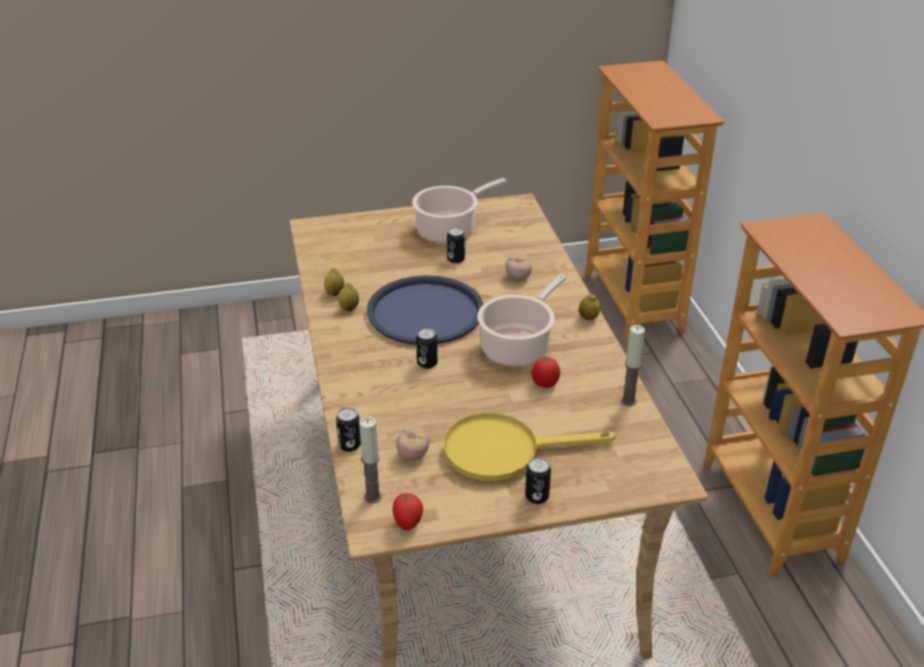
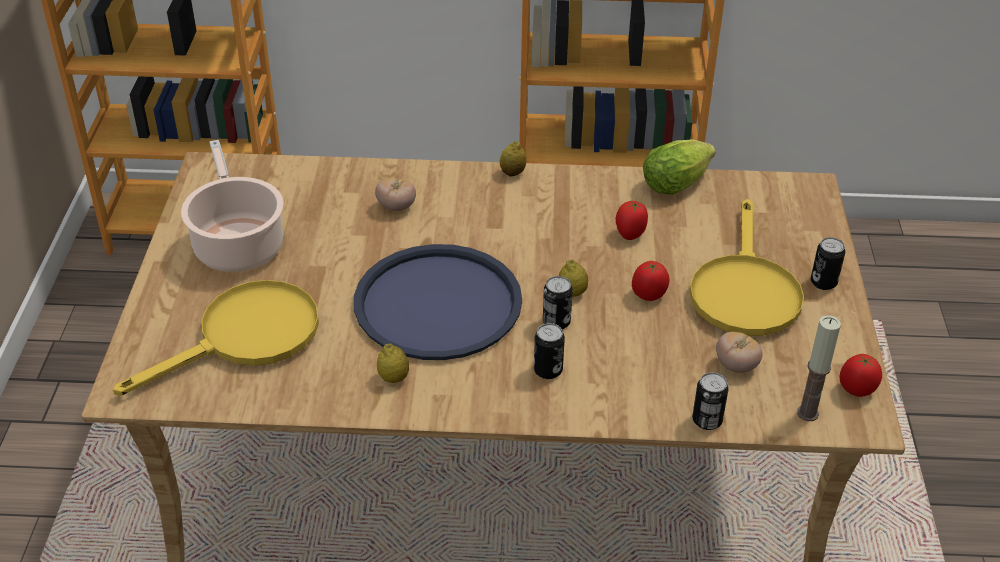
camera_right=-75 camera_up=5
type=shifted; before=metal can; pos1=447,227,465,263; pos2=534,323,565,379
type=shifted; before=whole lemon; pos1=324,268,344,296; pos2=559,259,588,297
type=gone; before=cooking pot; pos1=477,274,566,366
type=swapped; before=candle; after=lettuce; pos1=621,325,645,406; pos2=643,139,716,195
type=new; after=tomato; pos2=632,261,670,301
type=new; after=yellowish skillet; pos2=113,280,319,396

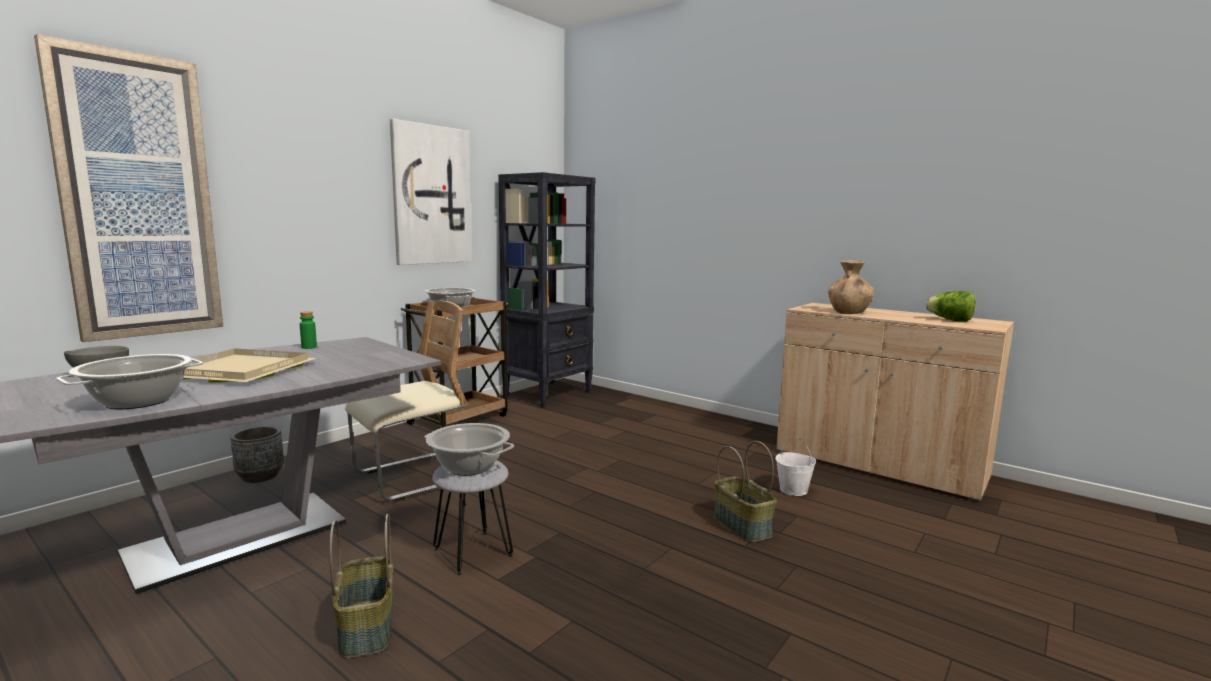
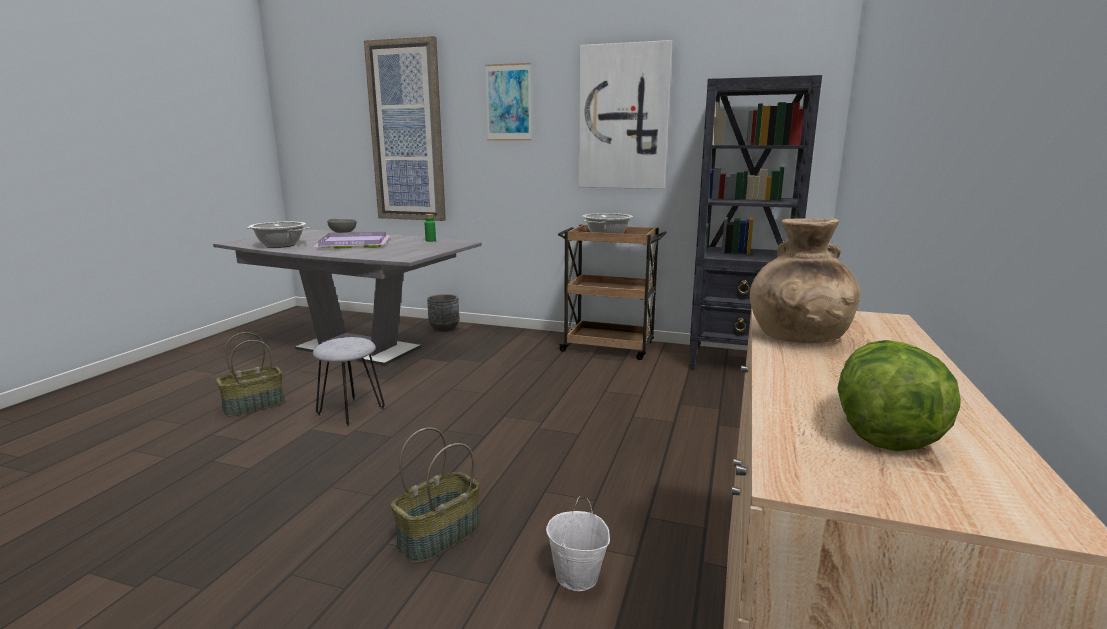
camera_right=70 camera_up=5
type=gone; before=sand-coloured chair; pos1=345,300,468,501
type=repainted; before=sand-coloured tray; after=purple tray; pos1=182,348,316,382; pos2=313,232,390,249
type=gone; before=cooking pot; pos1=424,423,514,476
type=new; after=wall art; pos2=485,63,531,141

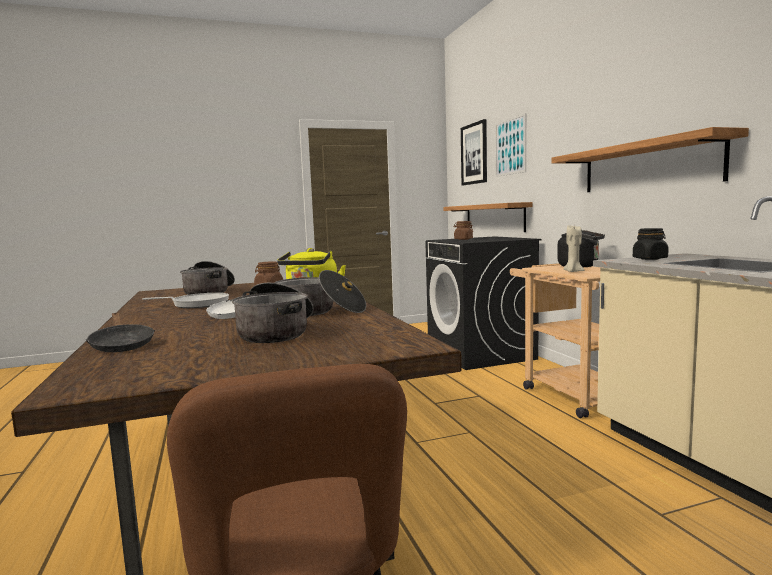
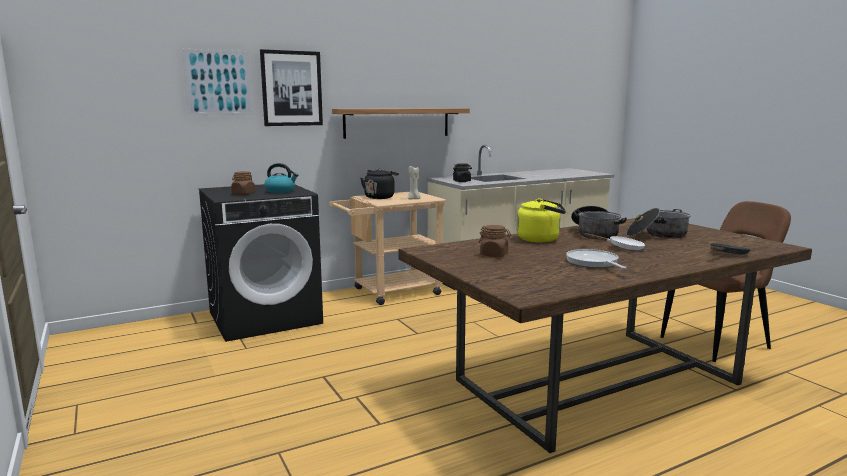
camera_right=-100 camera_up=5
type=shifted; before=wall art; pos1=461,119,487,185; pos2=260,49,323,126
type=gone; before=bracket shelf; pos1=443,202,533,232
type=gone; before=cooking pot; pos1=180,261,235,295
type=new; after=tea kettle; pos2=265,163,298,193

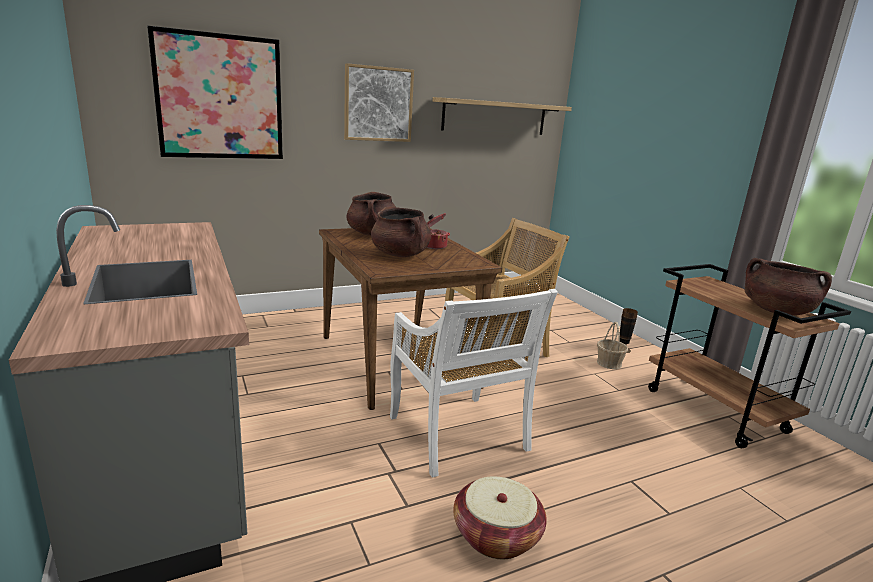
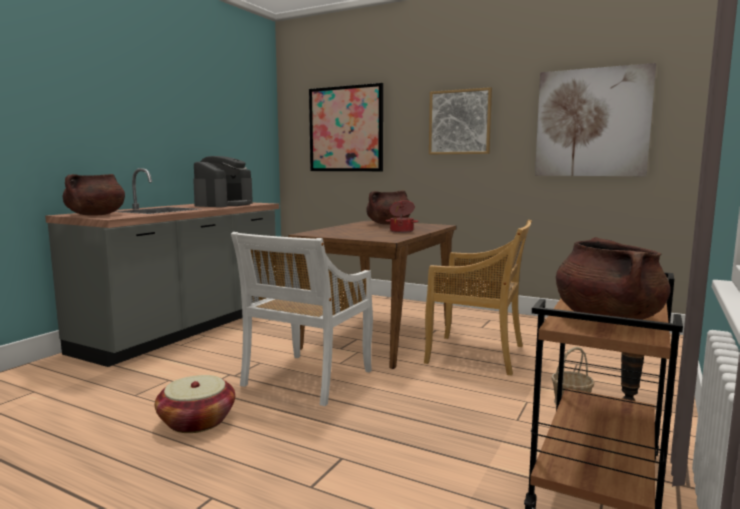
camera_right=55 camera_up=-10
type=swapped; before=bracket shelf; after=wall art; pos1=433,97,572,135; pos2=535,63,656,176
type=shifted; before=brownish cooking pot; pos1=371,207,431,258; pos2=63,174,125,216
type=new; after=coffee machine; pos2=193,156,253,207

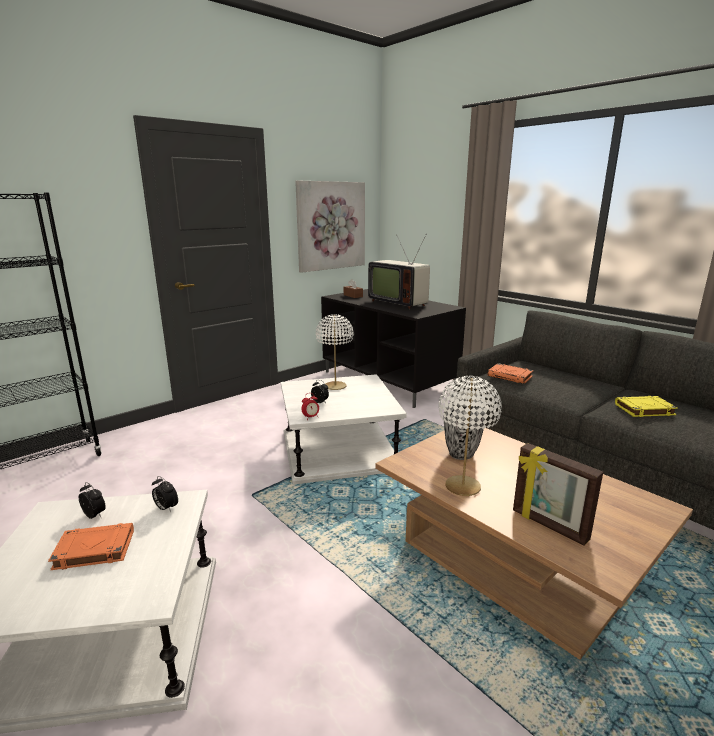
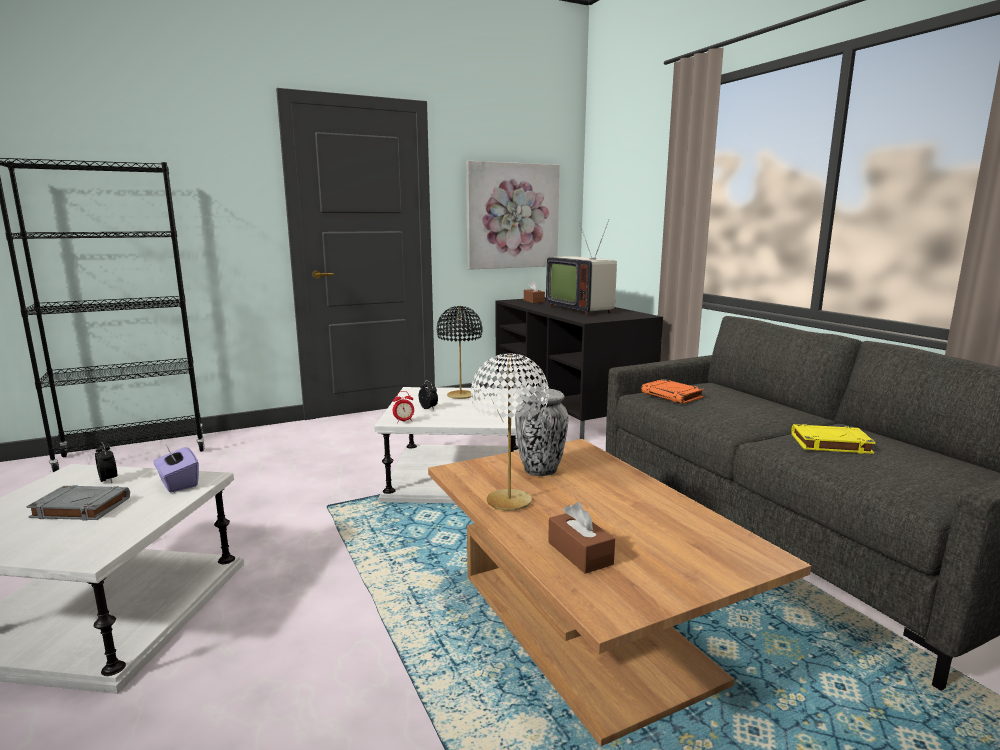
camera_right=15 camera_up=-5
type=repainted; before=white-coloured tabletop lamp; after=black tabletop lamp; pos1=316,314,353,390; pos2=437,306,483,399
type=swapped; before=picture frame; after=brownish tissue box; pos1=513,443,603,546; pos2=548,502,615,574
type=swapped; before=alarm clock; after=purple tissue box; pos1=152,476,178,512; pos2=154,445,199,492
type=repainted; before=orangey volume; after=greyish volume; pos1=48,523,134,570; pos2=26,485,130,521

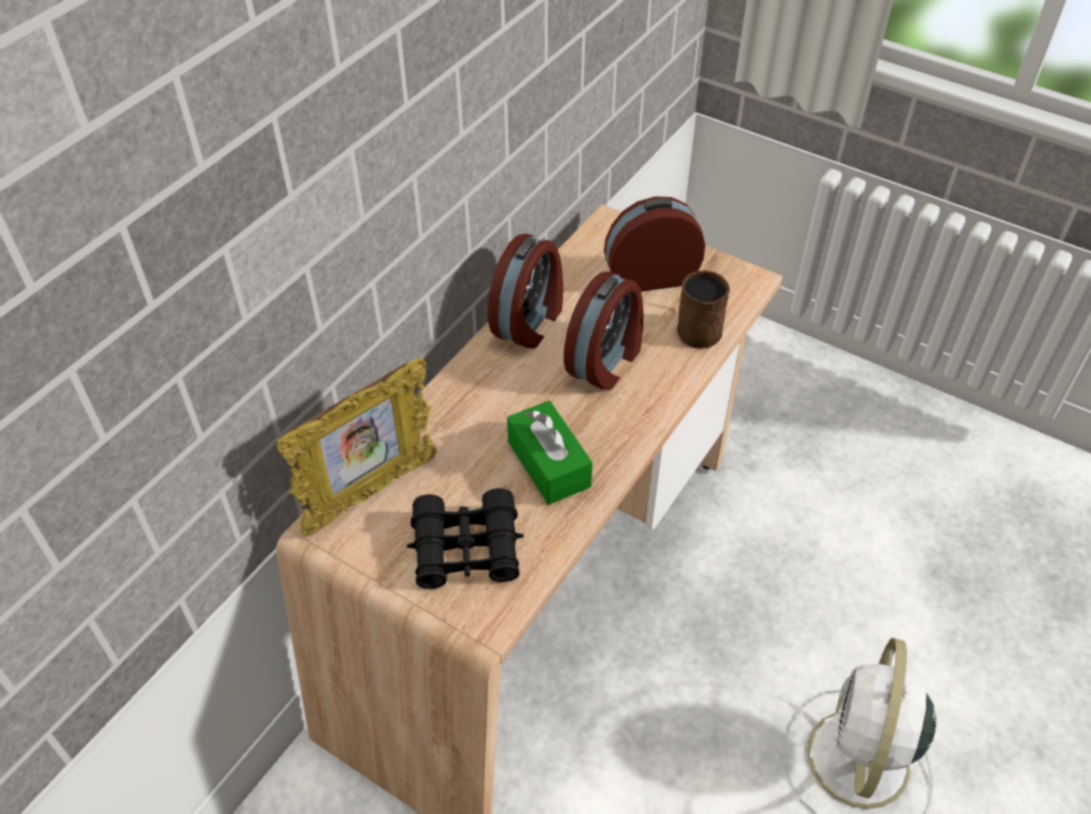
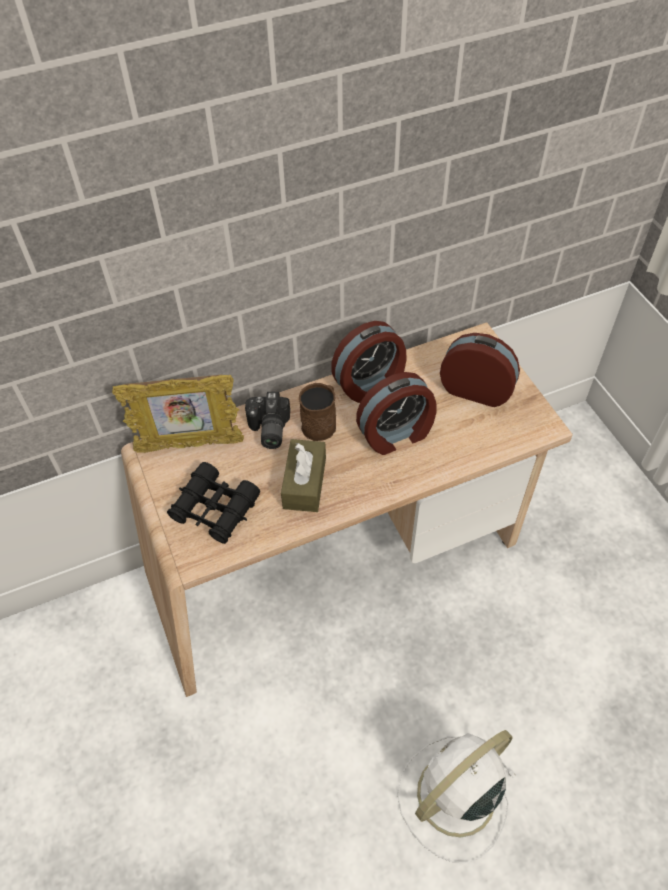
camera_right=35 camera_up=5
type=shifted; before=brownish mug; pos1=677,270,730,349; pos2=299,383,336,441
type=repainted; before=greenish tissue box; after=brownish tissue box; pos1=507,401,593,505; pos2=281,439,326,512
type=new; after=still camera; pos2=245,392,290,449

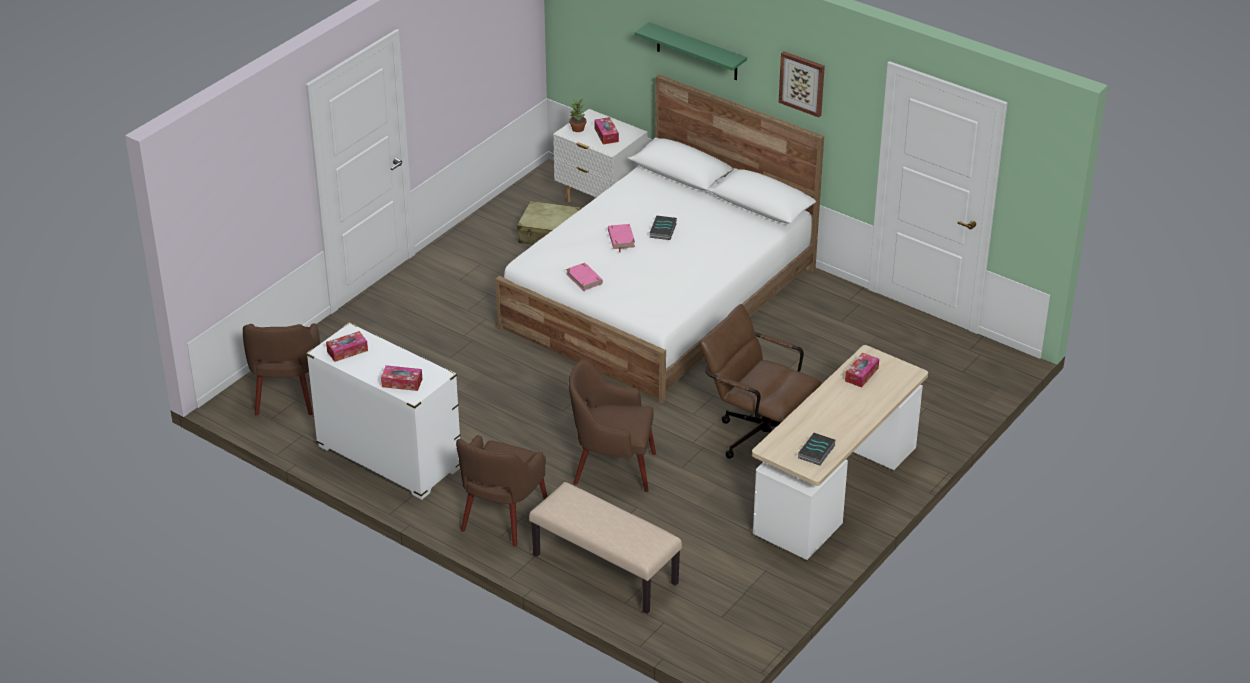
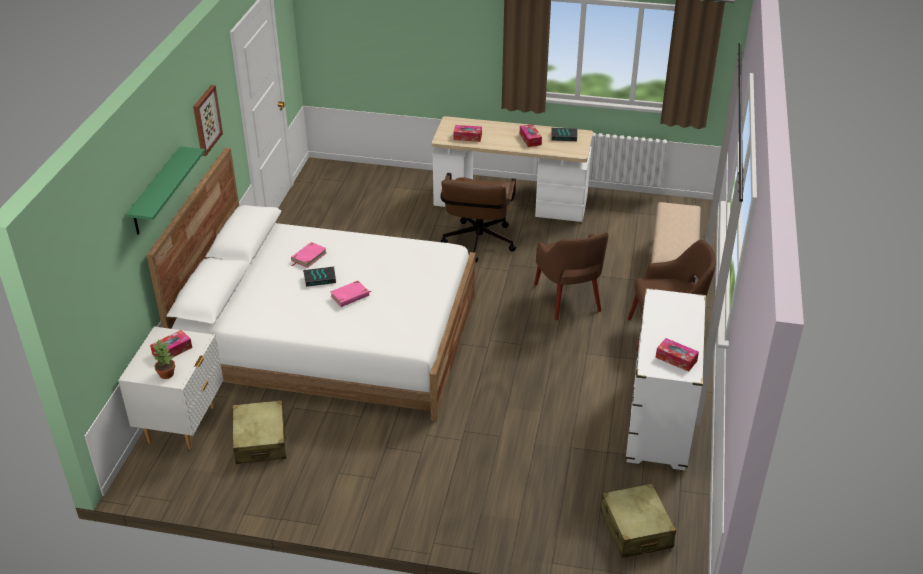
camera_right=-115 camera_up=0
type=shifted; before=pinkish volume; pos1=566,262,603,291; pos2=291,242,327,268
type=swapped; before=brownish armchair; after=sand-coloured suitcase; pos1=243,323,320,416; pos2=601,484,676,558
type=shifted; before=tissue box; pos1=381,365,422,391; pos2=520,124,542,147

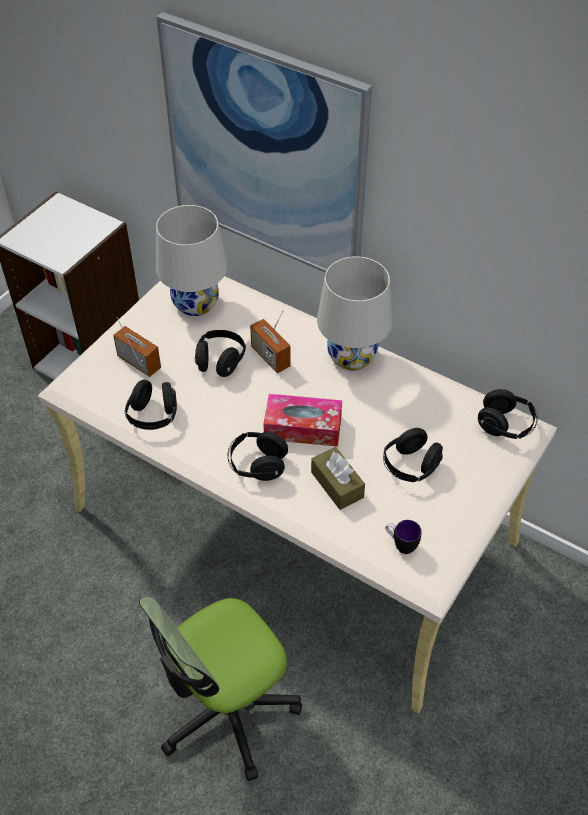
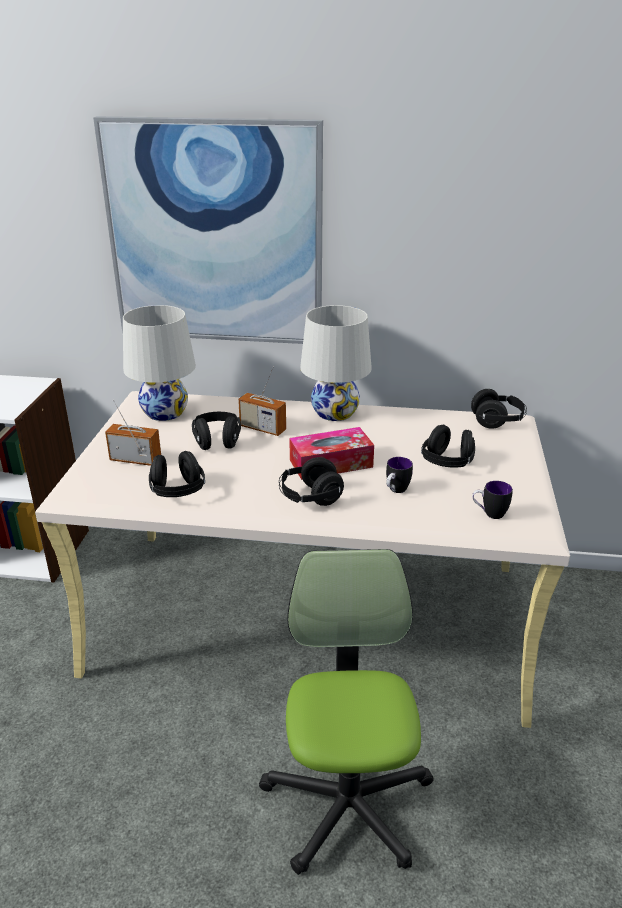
camera_right=-25 camera_up=-20
type=swapped; before=brownish tissue box; after=mug; pos1=311,447,365,510; pos2=386,457,413,493
type=rotated; before=office chair; pos1=139,597,302,781; pos2=259,549,434,875; turn=150

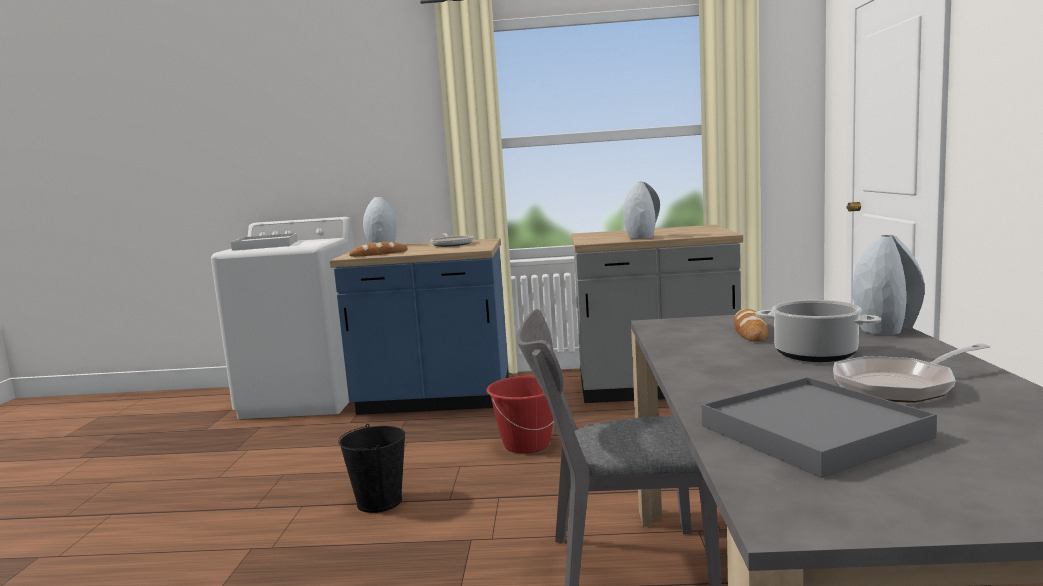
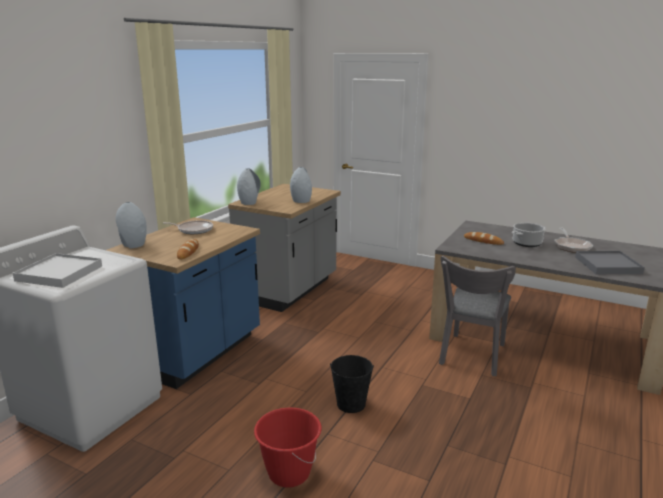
camera_right=-65 camera_up=10
type=shifted; before=greyish flower vase; pos1=853,235,925,335; pos2=237,168,261,205
type=shifted; before=red pail; pos1=486,376,554,454; pos2=254,408,321,488

